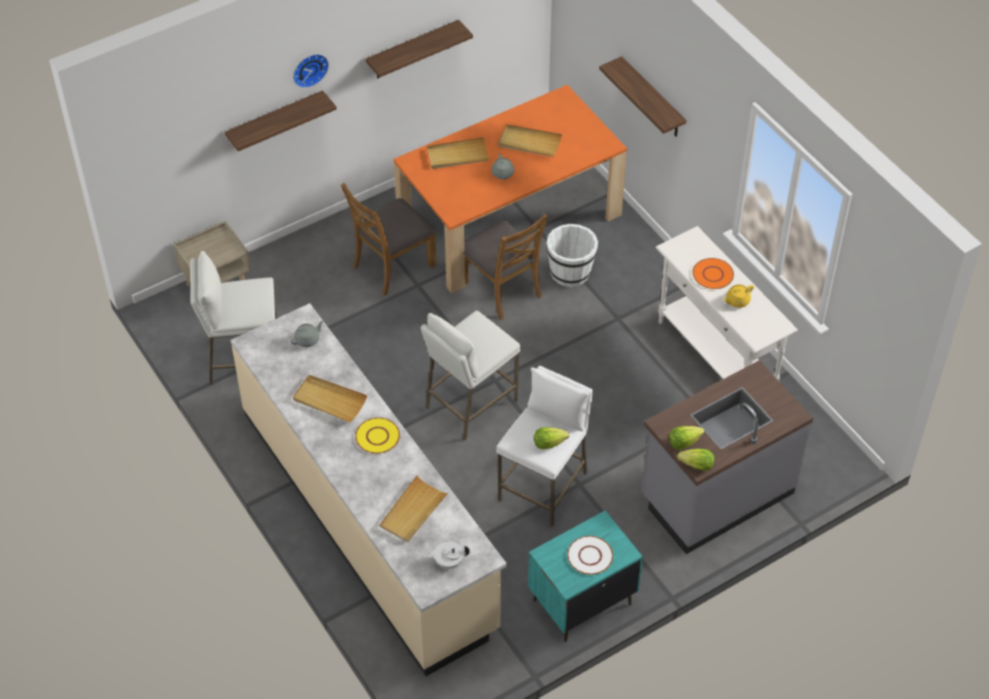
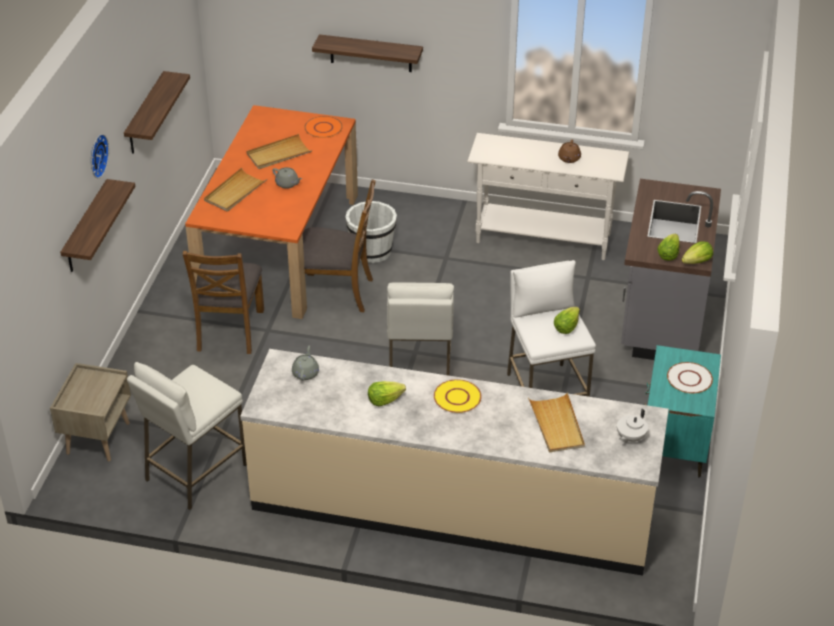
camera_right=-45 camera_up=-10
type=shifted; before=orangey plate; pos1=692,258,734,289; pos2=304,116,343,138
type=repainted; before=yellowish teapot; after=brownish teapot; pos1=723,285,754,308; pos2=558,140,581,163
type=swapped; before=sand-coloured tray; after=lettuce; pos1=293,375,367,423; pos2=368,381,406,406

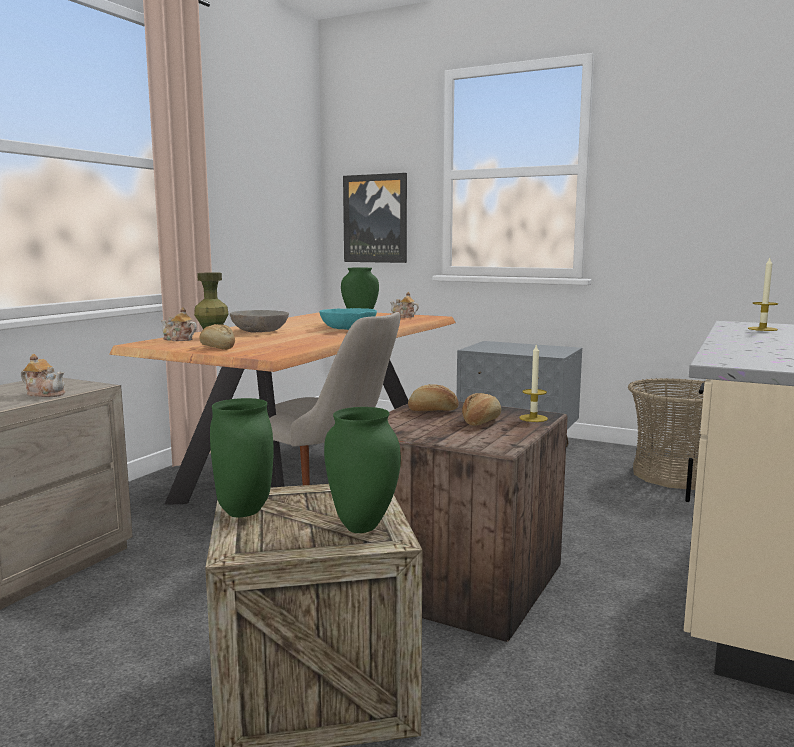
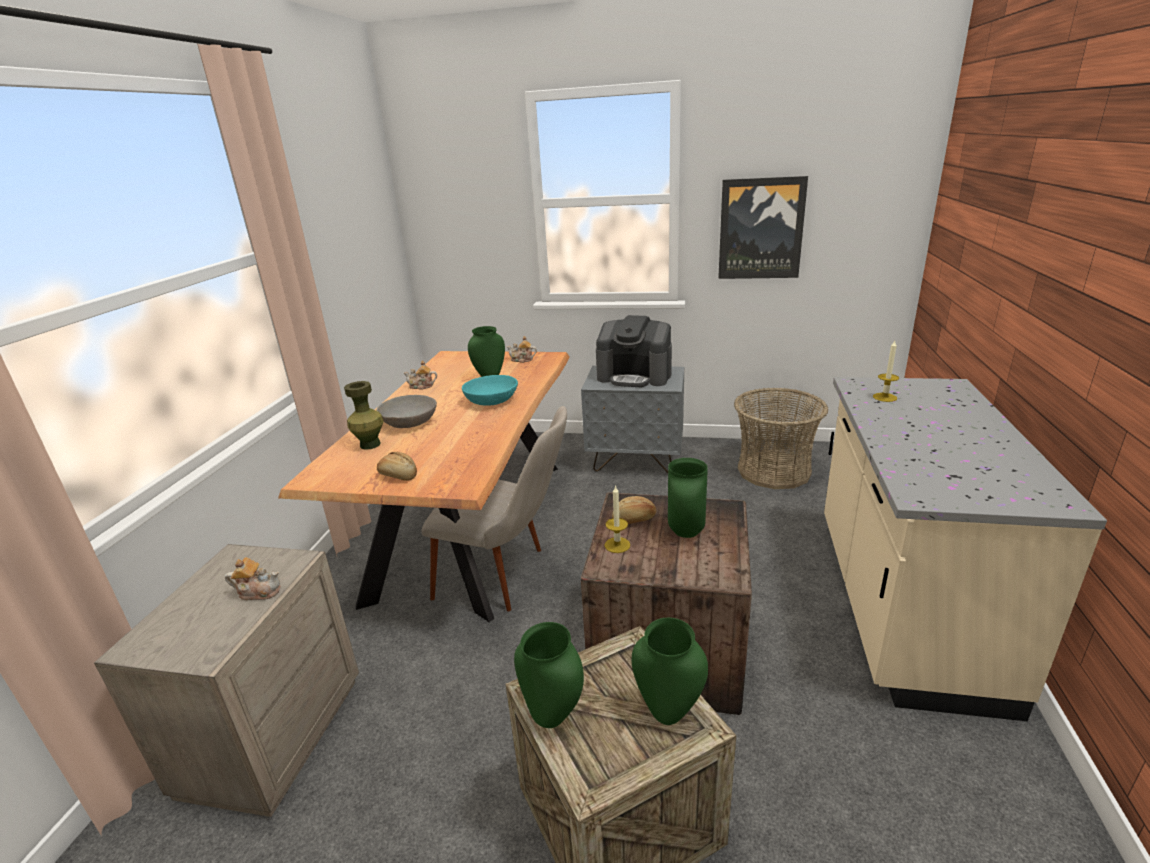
camera_right=-15 camera_up=15
type=shifted; before=wall art; pos1=343,173,407,263; pos2=718,176,808,279
type=shifted; before=teapot; pos1=161,307,197,341; pos2=404,360,437,389
type=shifted; before=candle; pos1=519,343,548,422; pos2=604,485,630,553
type=swapped; before=baked bread; after=greenish flower vase; pos1=462,393,501,426; pos2=668,458,708,538
type=new; after=coffee machine; pos2=596,315,672,387

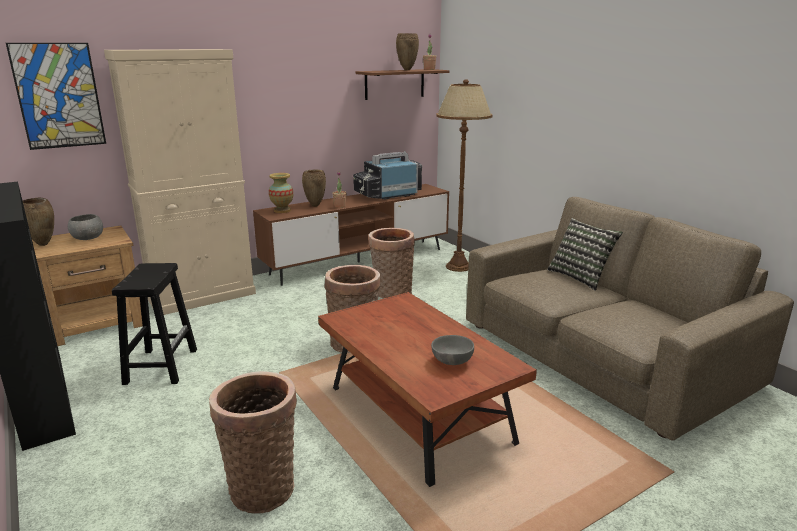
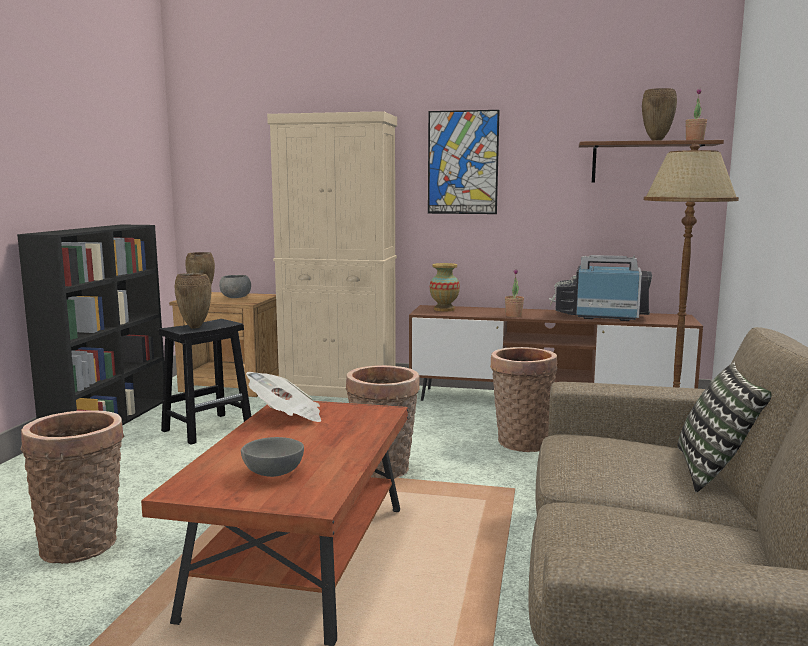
camera_right=45 camera_up=-10
type=shifted; before=wall art; pos1=6,43,106,150; pos2=428,110,500,214
type=shifted; before=brownish flower vase; pos1=302,170,326,207; pos2=175,273,211,328
type=new; after=newspaper; pos2=246,372,321,422

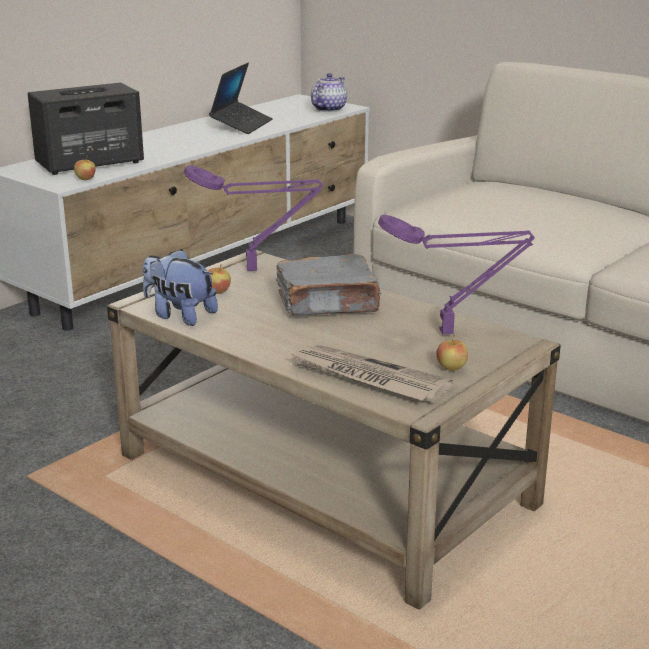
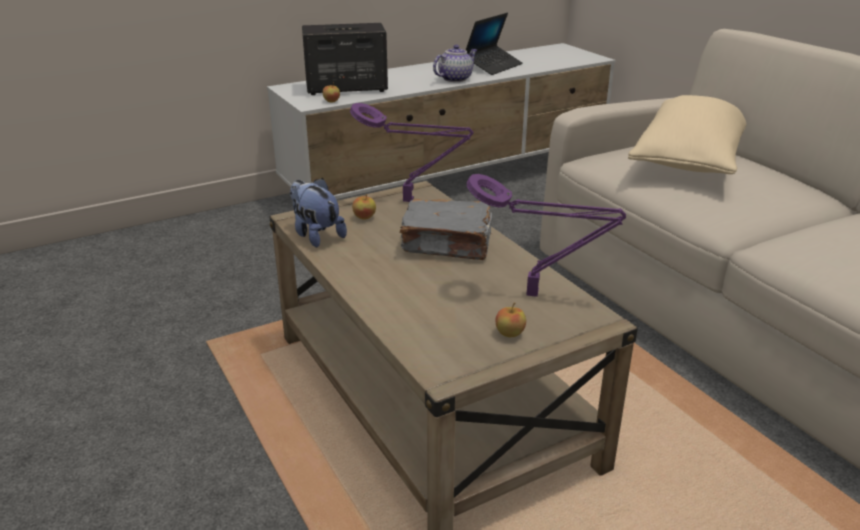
camera_right=20 camera_up=5
type=shifted; before=teapot; pos1=311,73,347,112; pos2=433,45,477,82
type=gone; before=newspaper; pos1=289,344,453,402
type=new; after=sand-coloured pillow; pos2=628,95,746,174

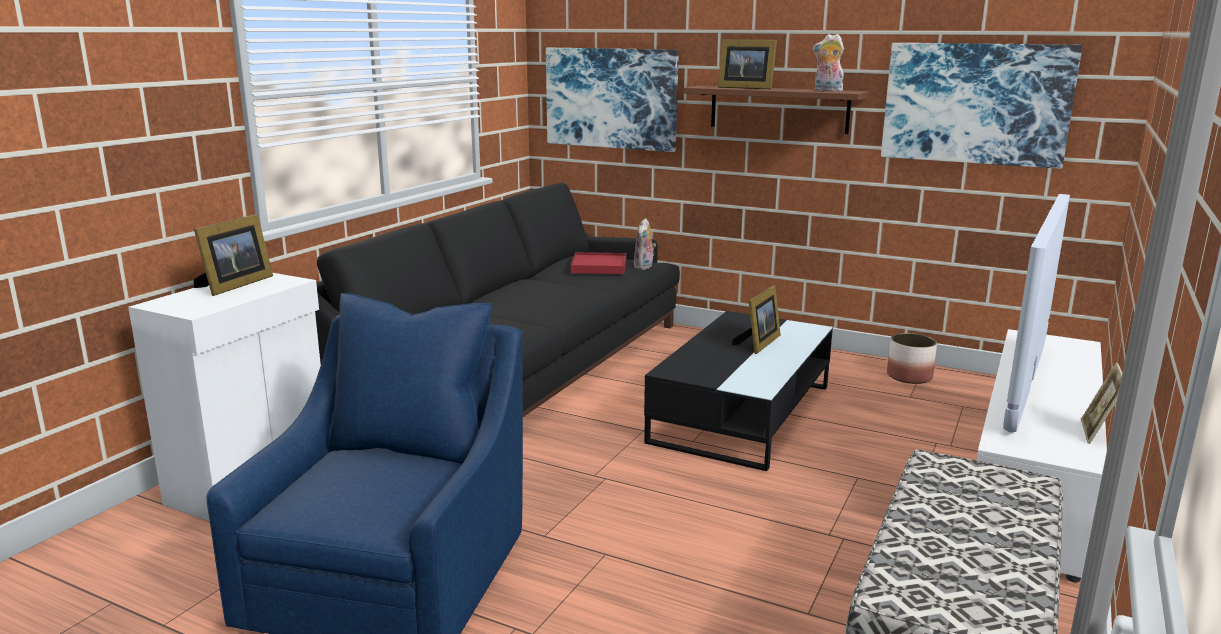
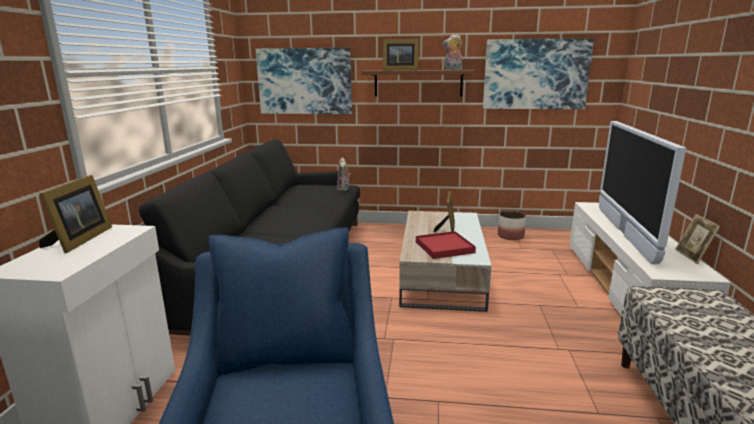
camera_right=-20 camera_up=0
type=shifted; before=red tray; pos1=571,252,626,274; pos2=416,231,476,259
type=repainted; before=black lounge table; after=sand-coloured lounge table; pos1=644,311,833,471; pos2=399,211,491,312

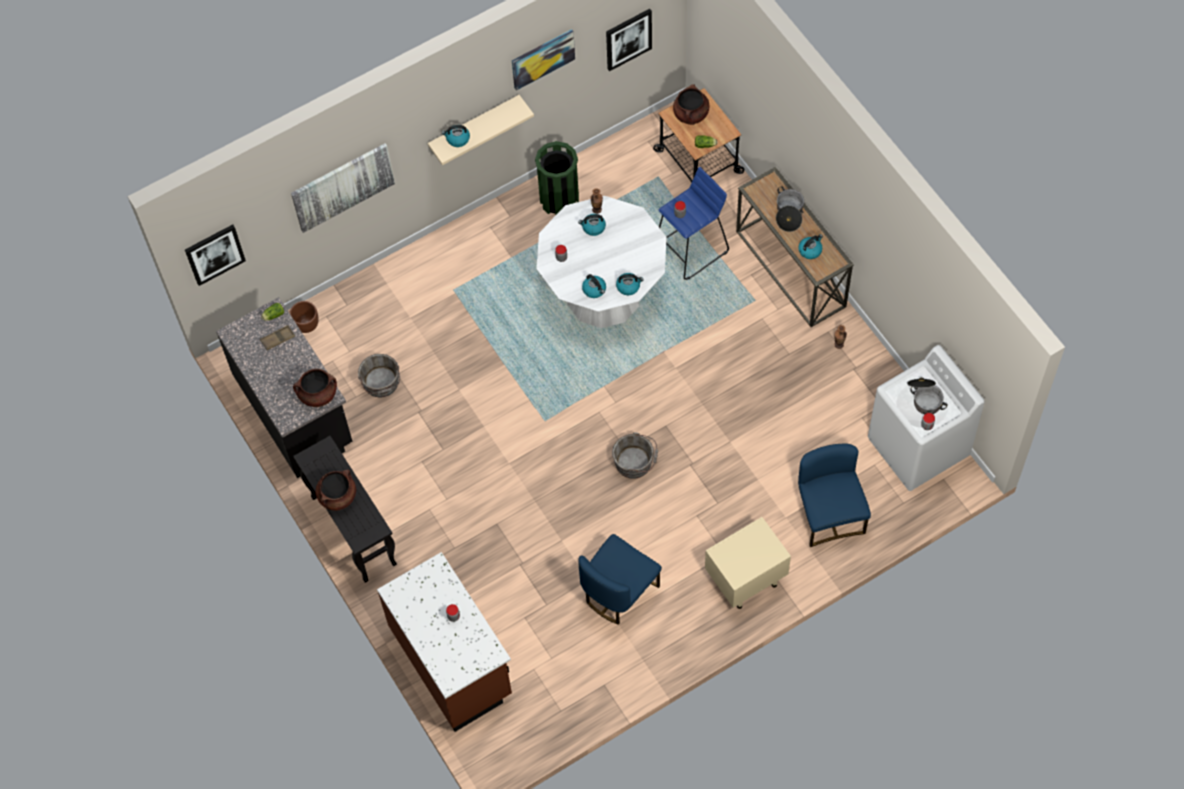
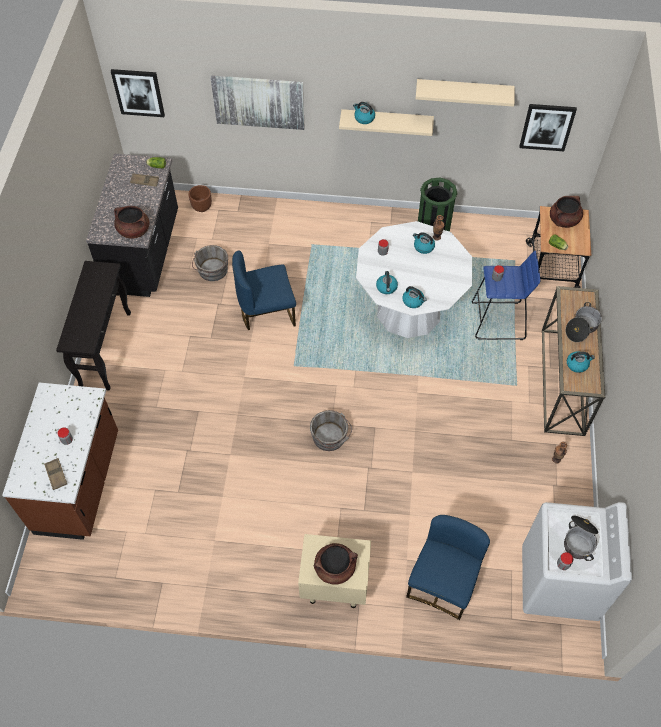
camera_right=35 camera_up=-5
type=swapped; before=wall art; after=sand-coloured bracket shelf; pos1=512,29,575,91; pos2=416,79,515,107
type=shifted; before=brownish cooking pot; pos1=315,469,356,511; pos2=314,543,358,585
type=shifted; before=blue-coloured chair; pos1=578,534,662,625; pos2=232,250,296,330
type=new; after=brownish tray; pos2=44,458,67,490

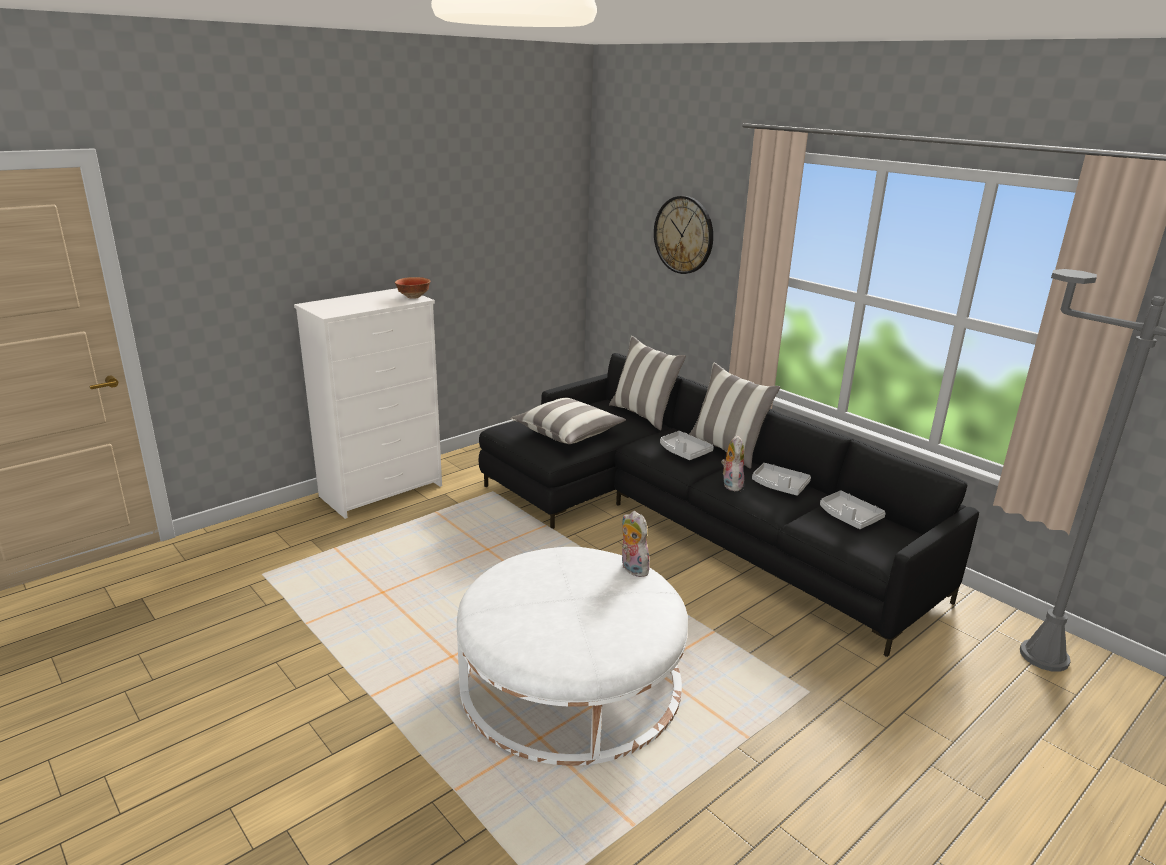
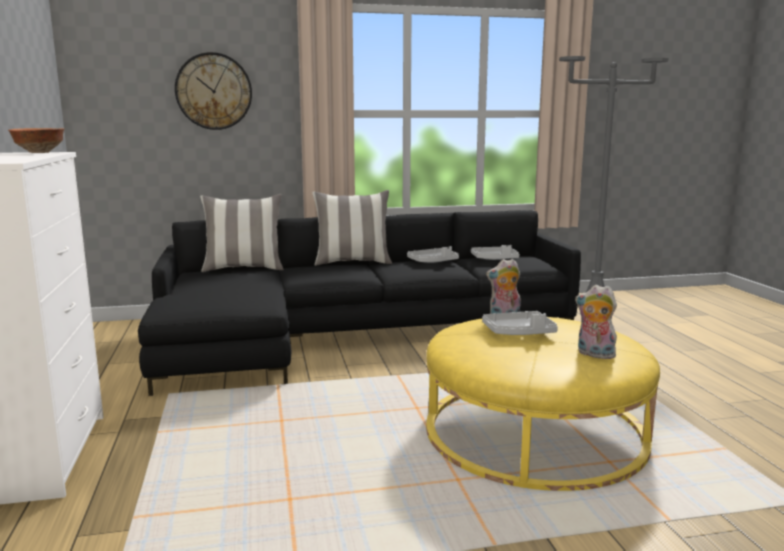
camera_right=-60 camera_up=-10
type=gone; before=pillow; pos1=511,397,626,444
type=shifted; before=greyish tray; pos1=660,431,714,460; pos2=482,311,558,335
type=shifted; before=soft toy; pos1=721,435,744,491; pos2=575,285,617,360
type=repainted; before=white-coloured pouffe; after=yellowish pouffe; pos1=457,547,688,765; pos2=426,317,660,491

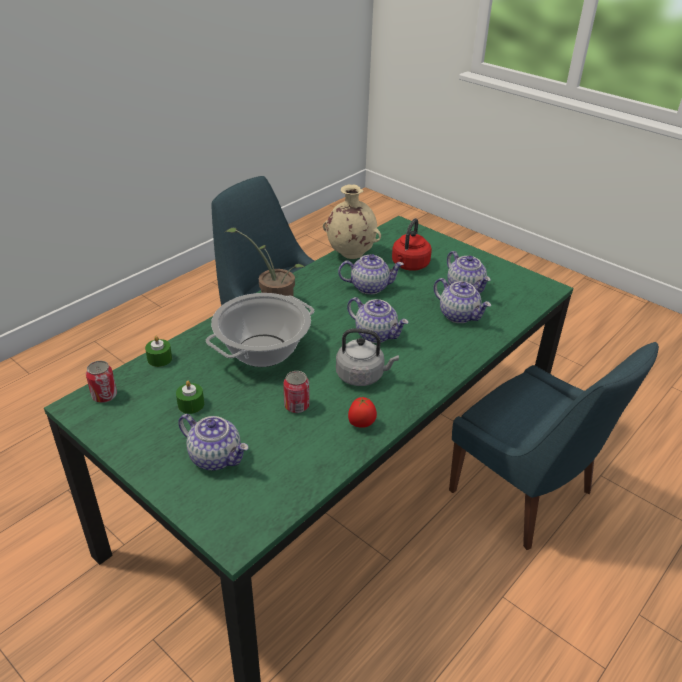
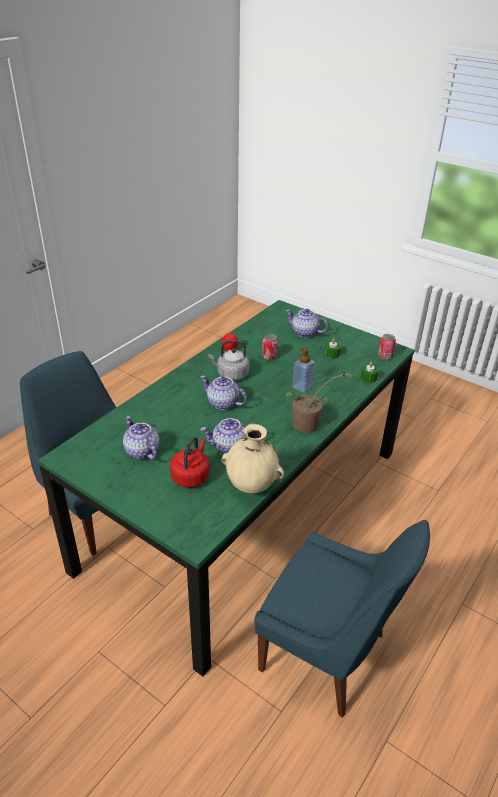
camera_right=175 camera_up=0
type=gone; before=teapot; pos1=434,278,491,323
type=swapped; before=cooking pot; after=soap bottle; pos1=206,293,314,367; pos2=292,347,315,393

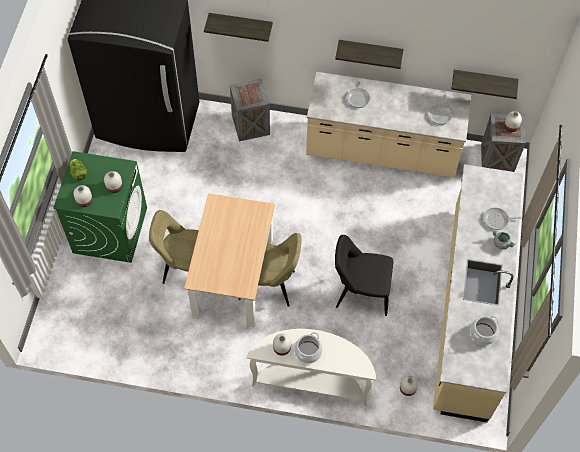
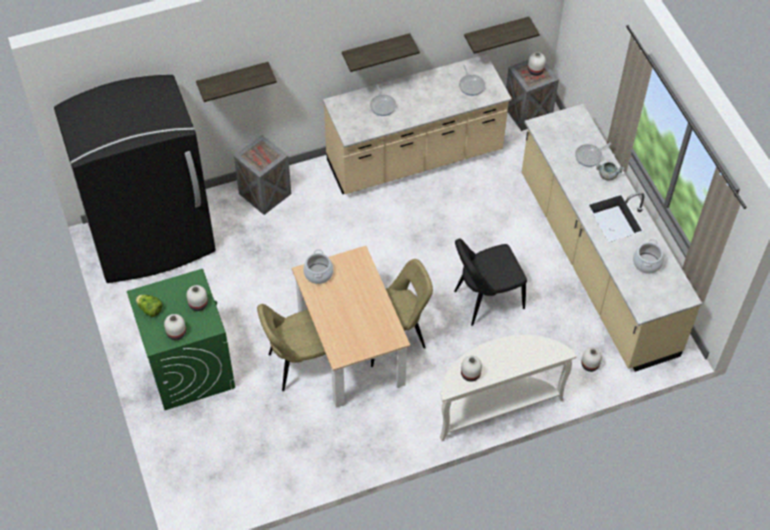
camera_right=-30 camera_up=-5
type=shifted; before=cooking pot; pos1=294,332,323,363; pos2=303,249,334,284

